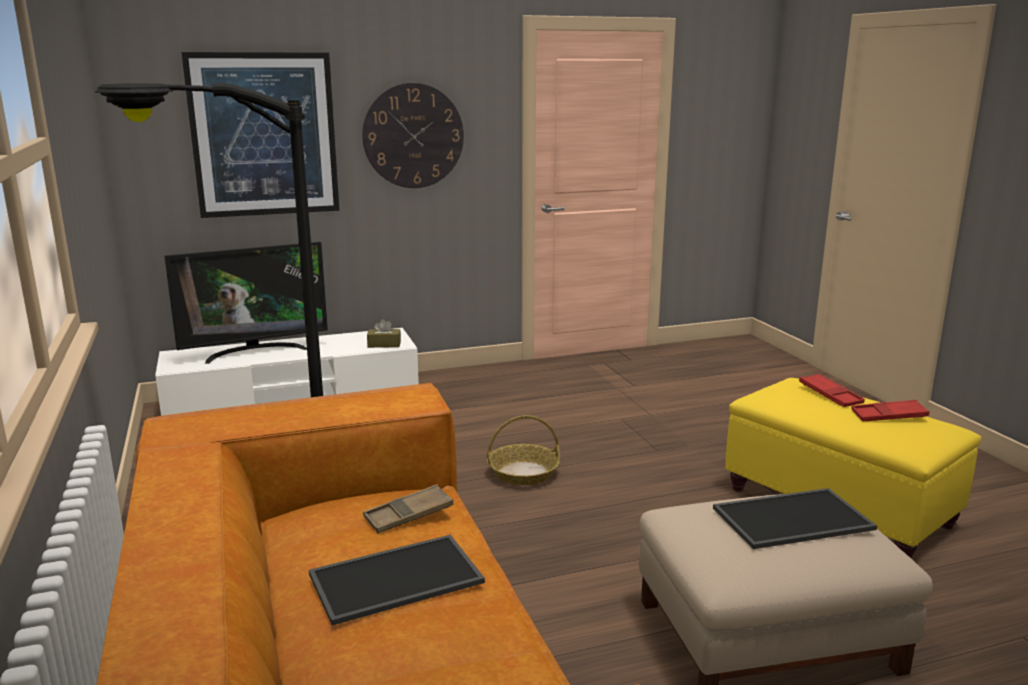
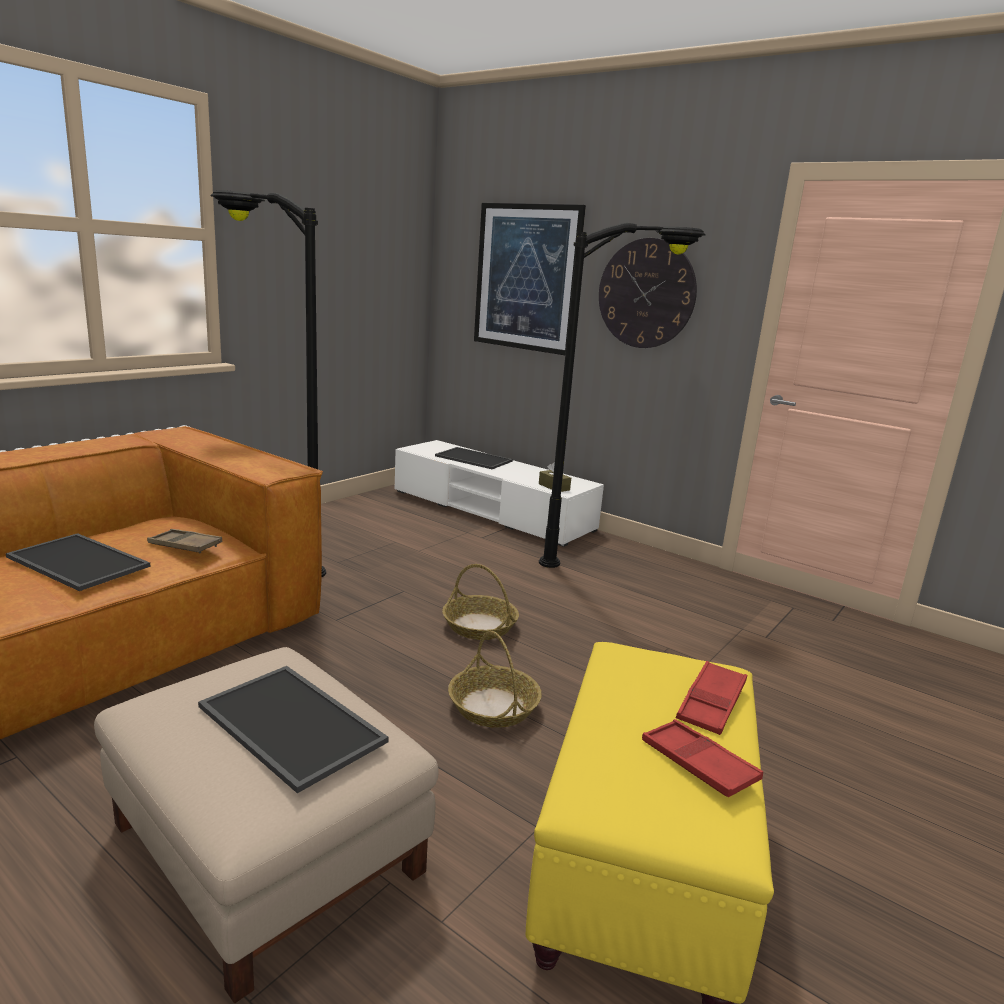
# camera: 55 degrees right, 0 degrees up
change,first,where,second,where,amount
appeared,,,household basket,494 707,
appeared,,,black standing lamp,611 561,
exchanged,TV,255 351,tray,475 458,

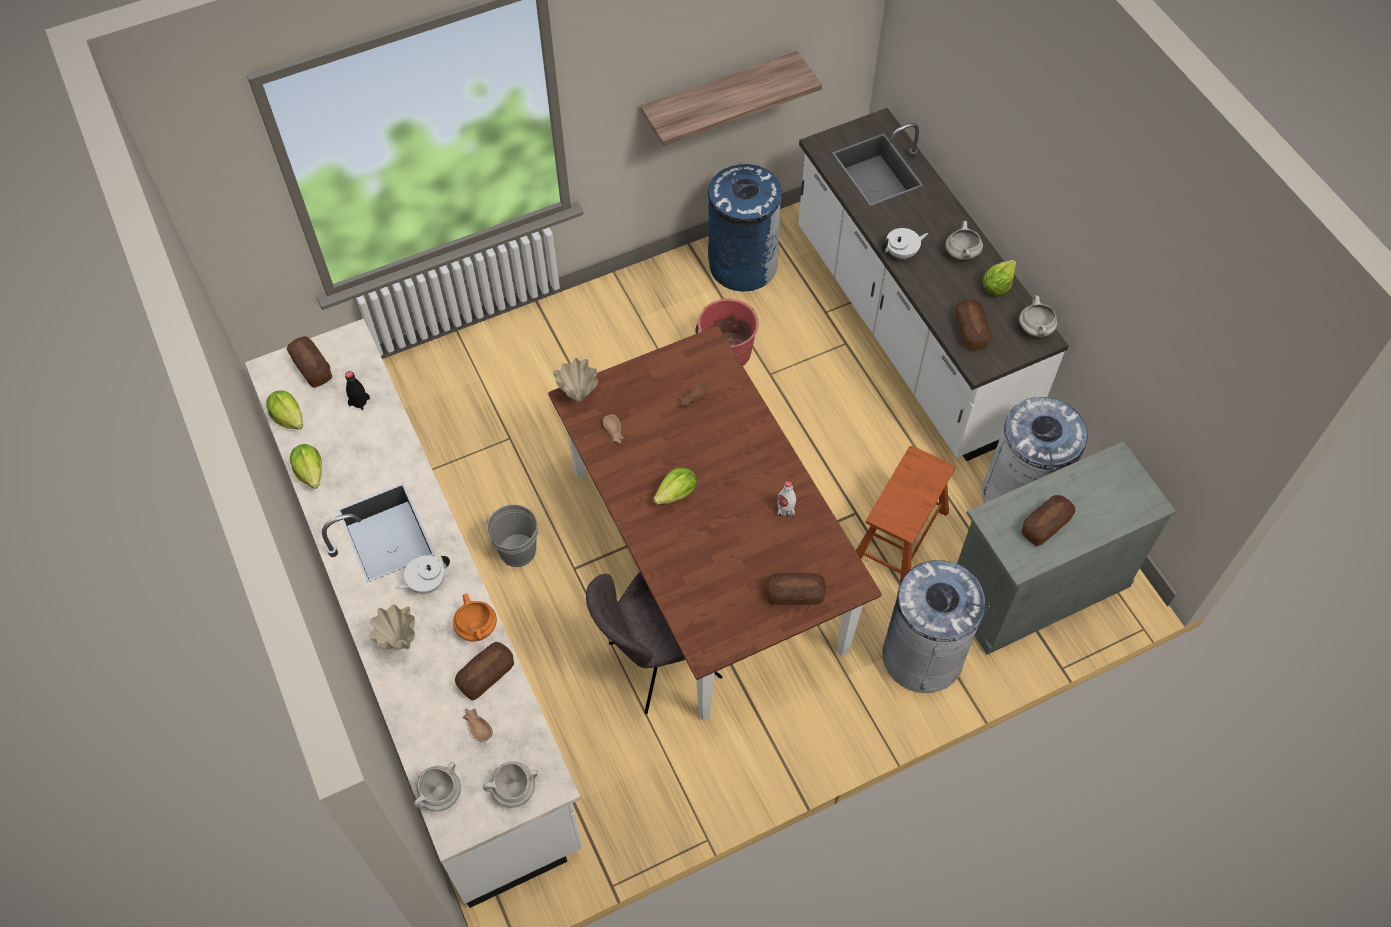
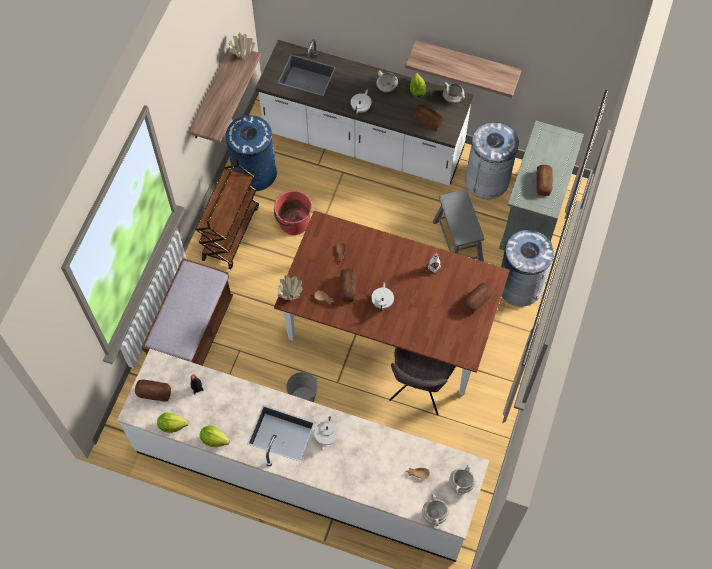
# camera: 45 degrees left, 5 degrees up
change,first,where,second,where,amount
missing,orange cooking pot,477 628,,,
appeared,,,brown indoor bench,193 333,
appeared,,,brown trolley,230 232,
appeared,,,bracket shelf,467 62,
relocated,beige flower vase,400 643,,242 57,
relocated,bread,486 675,,348 288,
exchanged,head of lettuce,676 494,white pot for tea,382 302,
colour,brown stool,900 534,greyish stool,457 240,

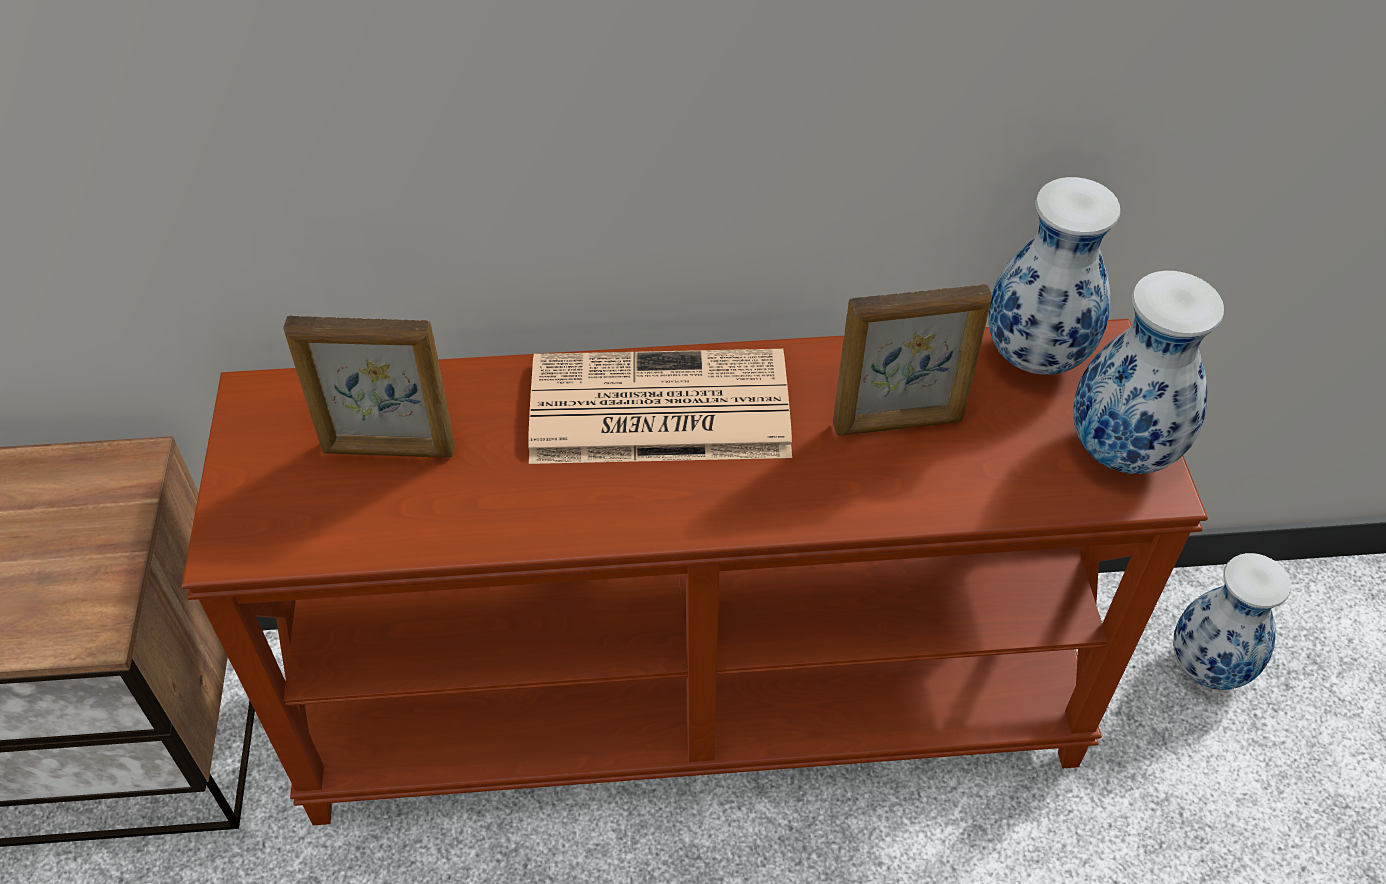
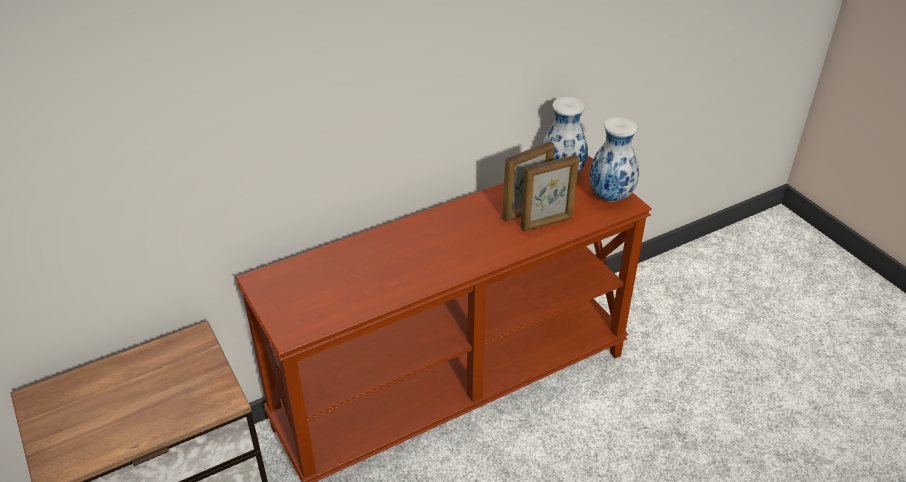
# camera: 25 degrees left, 10 degrees down
change,first,where,second,where,amount
missing,daily paper,655 410,,,
missing,flower vase,1208 669,,,
relocated,picture frame,388 450,,547 223,

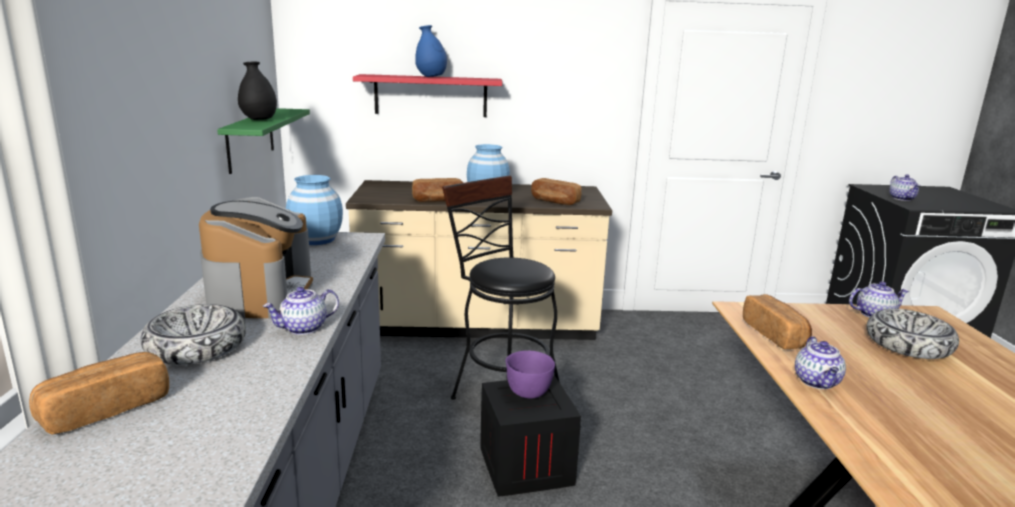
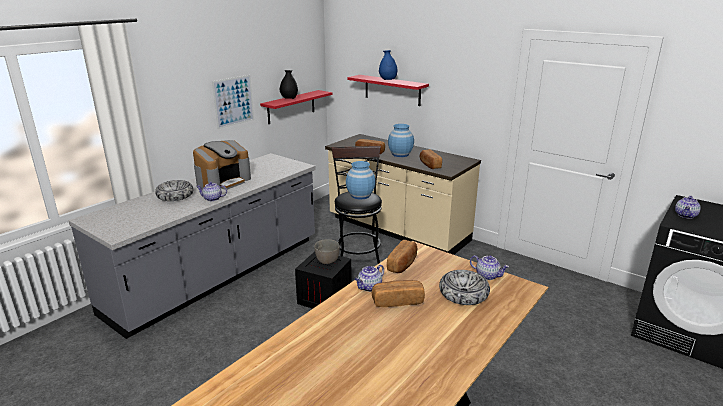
# camera: 40 degrees right, 5 degrees up
change,first,where,second,where,amount
appeared,,,wall picture,233 101,
relocated,bread,105 409,,397 301,
relocated,bluish flower vase,316 239,,360 195,
colour,green bracket shelf,250 139,red bracket shelf,291 107,
colour,purplish deep dish,529 392,greyish deep dish,327 261,

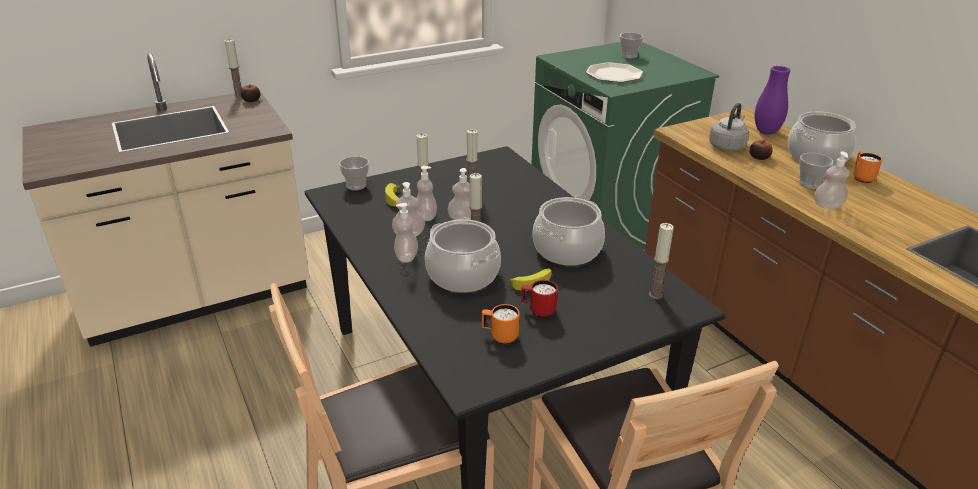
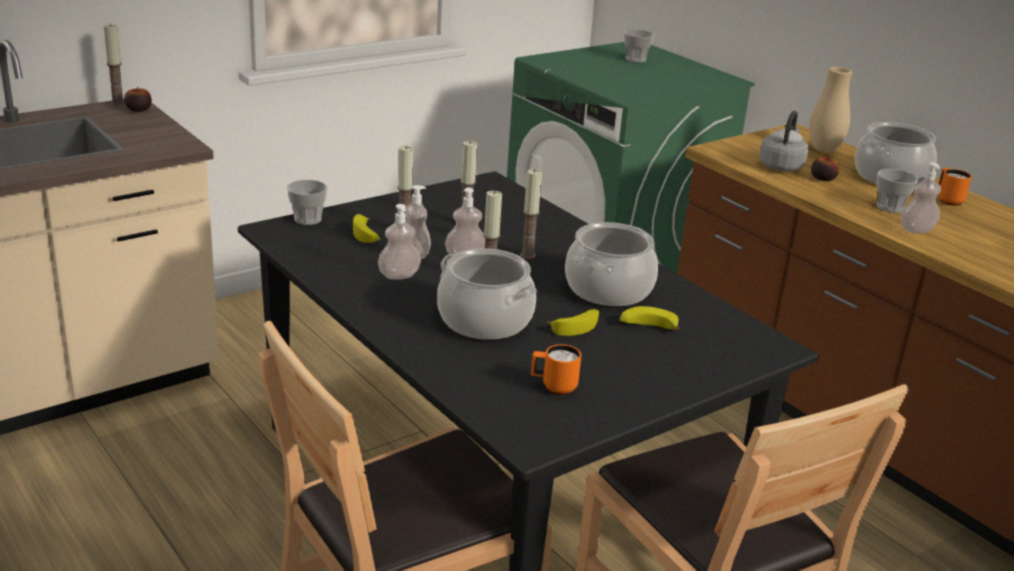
# camera: 10 degrees left, 5 degrees down
change,first,where,second,where,amount
missing,soap dispenser,406 257,,,
missing,red mug,538 311,,,
missing,dinner plate,613 74,,,
appeared,,,banana fruit,647 327,
relocated,wax light,655 295,,527 255,
colour,purplish flower vase,766 132,beige flower vase,824 150,

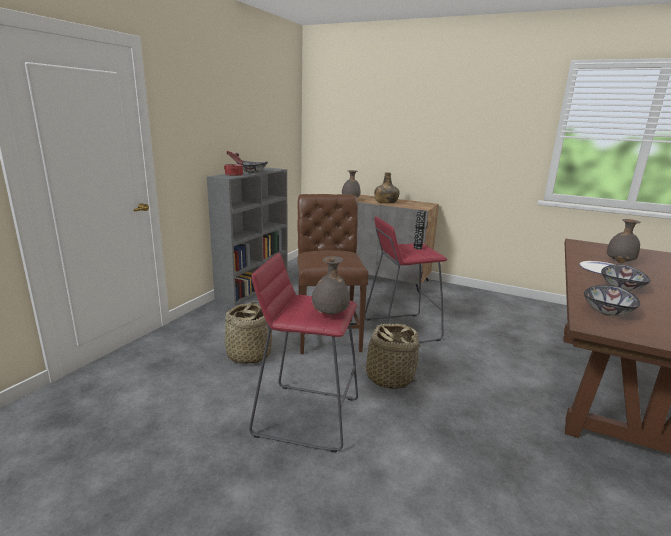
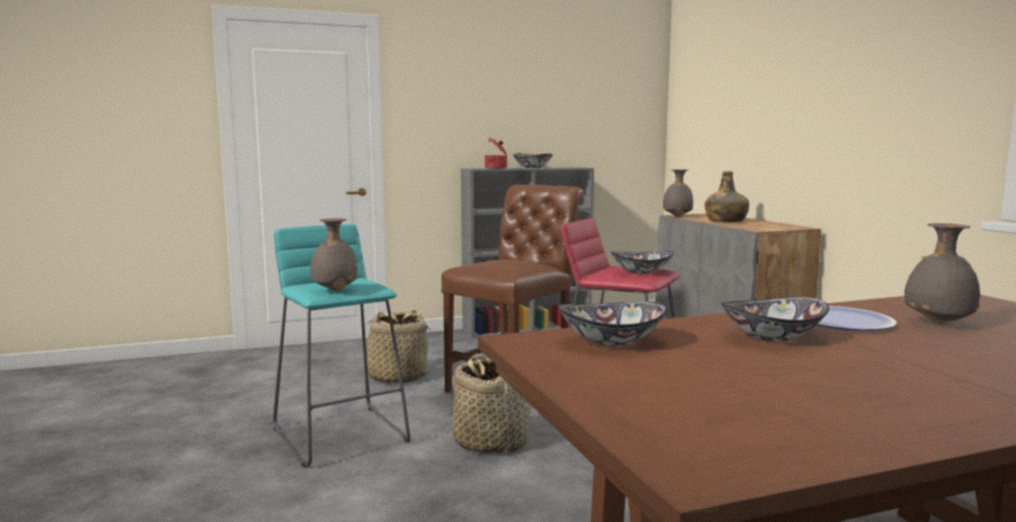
# camera: 45 degrees right, 10 degrees down
change,first,where,second,where,amount
exchanged,flower vase,417 248,deep dish,641 272,
colour,red stool,306 415,turquoise-coloured stool,341 434,

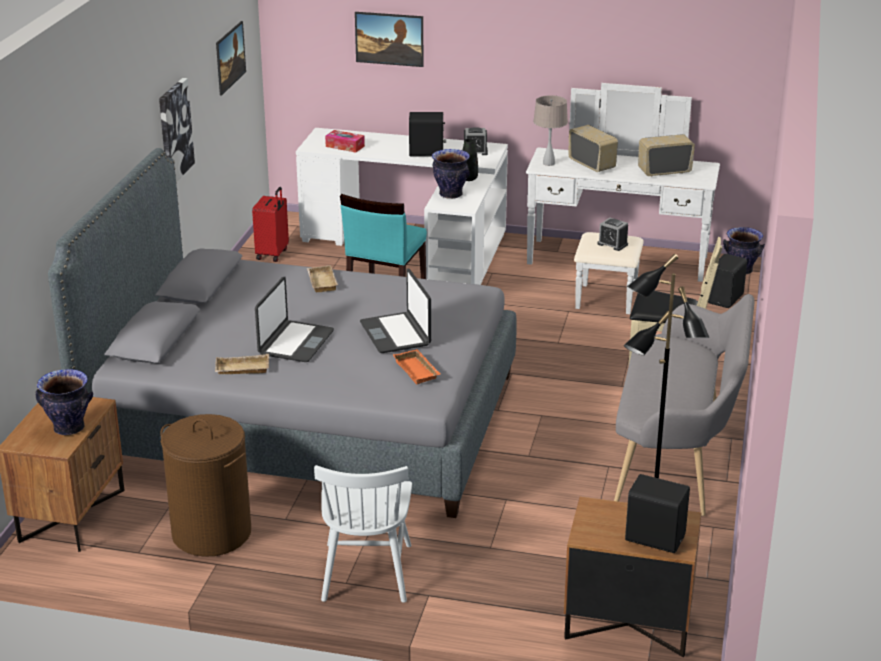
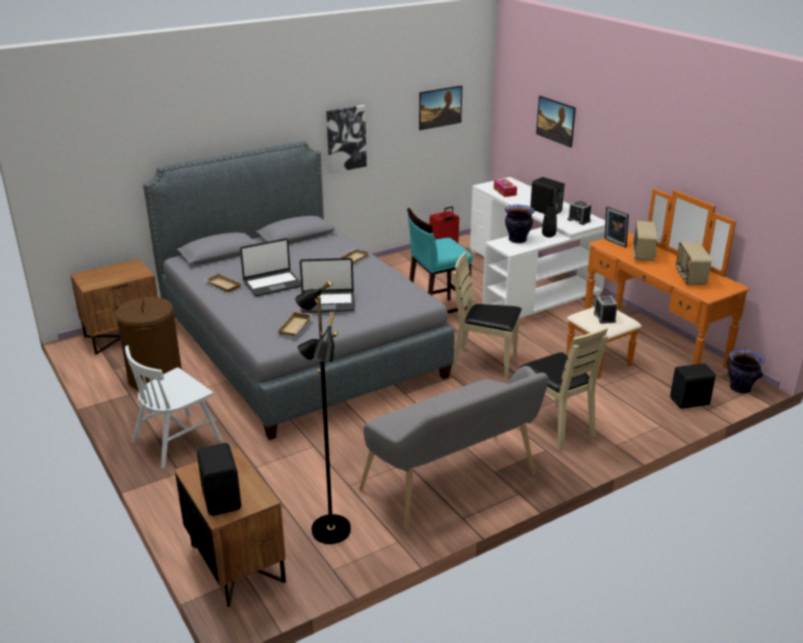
# camera: 45 degrees right, 0 degrees up
change,first,where,second,where,amount
missing,flower vase,69 428,,,
appeared,,,beige upright chair,485 363,
exchanged,beige tabletop lamp,549 163,picture frame,614 243,
colour,orange tray,418 370,beige tray,296 327,
colour,white dresser,615 269,orange dresser,641 346,
spun,notebook computer,396 334,,327 303,120 degrees counterclockwise
spun,radio receiver,664 172,,689 277,120 degrees counterclockwise

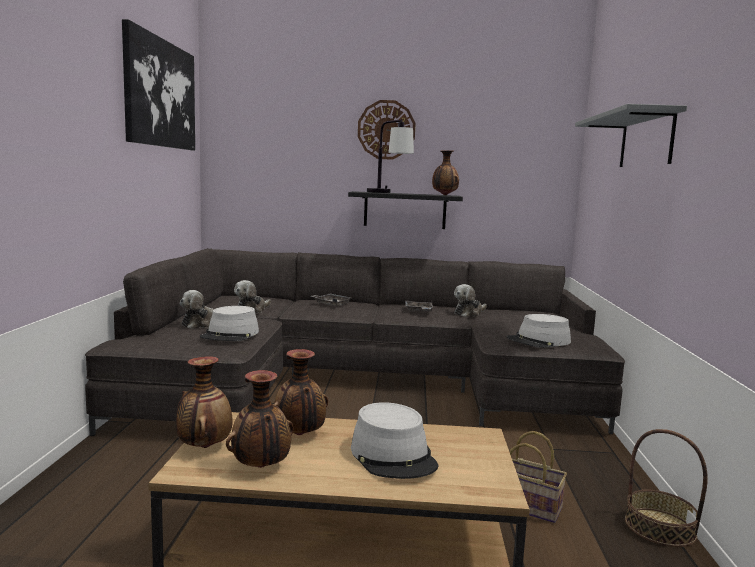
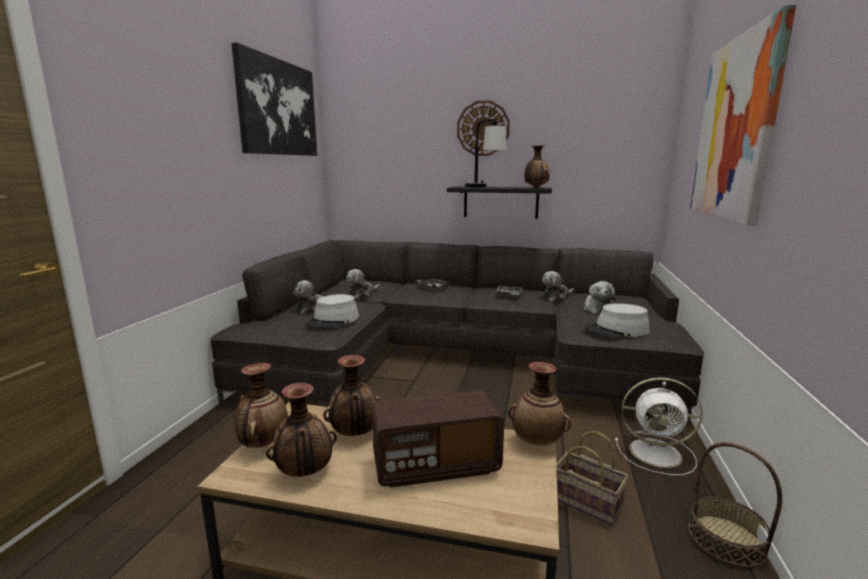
# camera: 10 degrees right, 5 degrees up
change,first,where,second,where,amount
appeared,,,flower vase,537 442,
appeared,,,plush toy,596 309,
appeared,,,white electric fan,657 453,
exchanged,greyish clothing hat,393 456,radio receiver,435 466,
exchanged,greyish bracket shelf,646 141,wall picture,735 128,

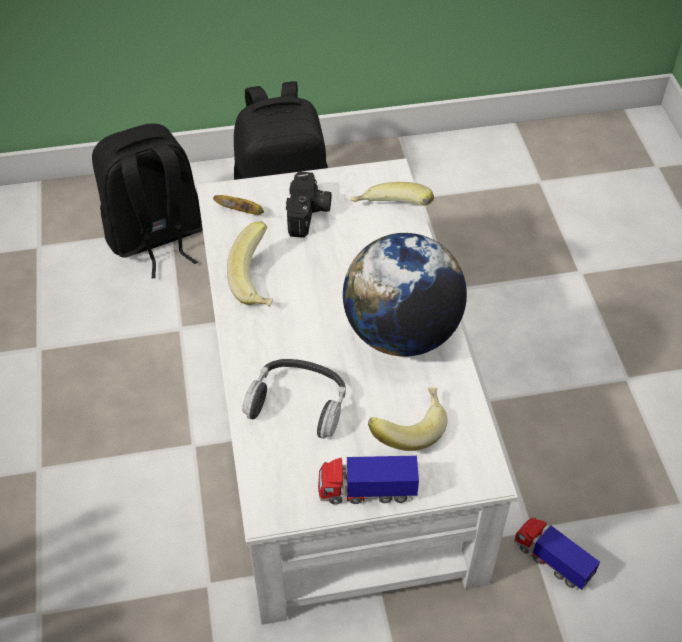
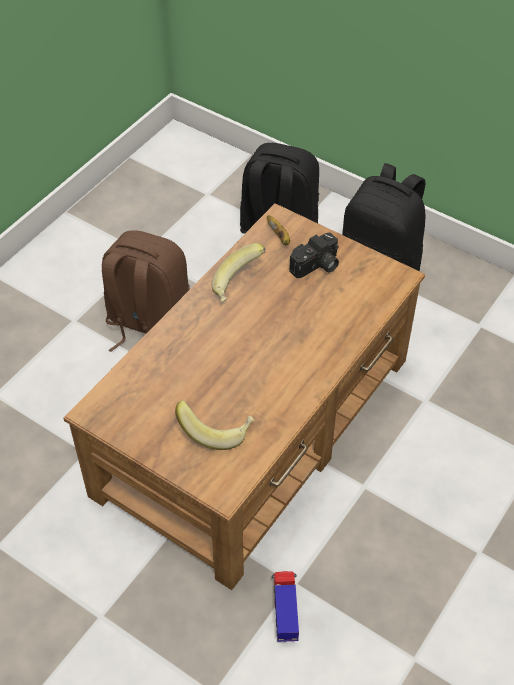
# camera: 45 degrees right, 0 degrees up
change,first,where,second,where,amount
missing,pair of headphones,298 403,,,
missing,toy lorry,366 491,,,
missing,world globe,401 333,,,
missing,banana fruit,391 213,,,
appeared,,,brown knapsack,147 325,
colour,white low table,339 422,brown low table,257 425,

